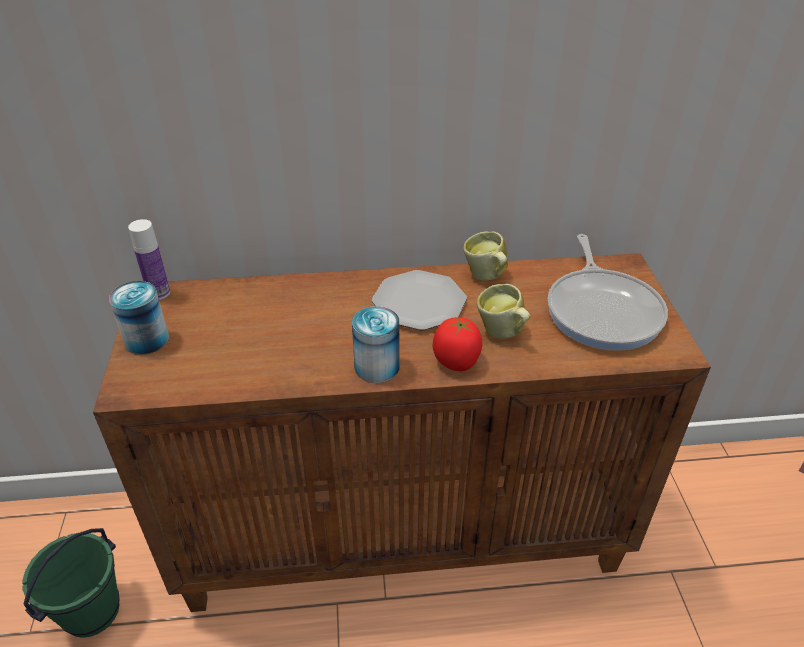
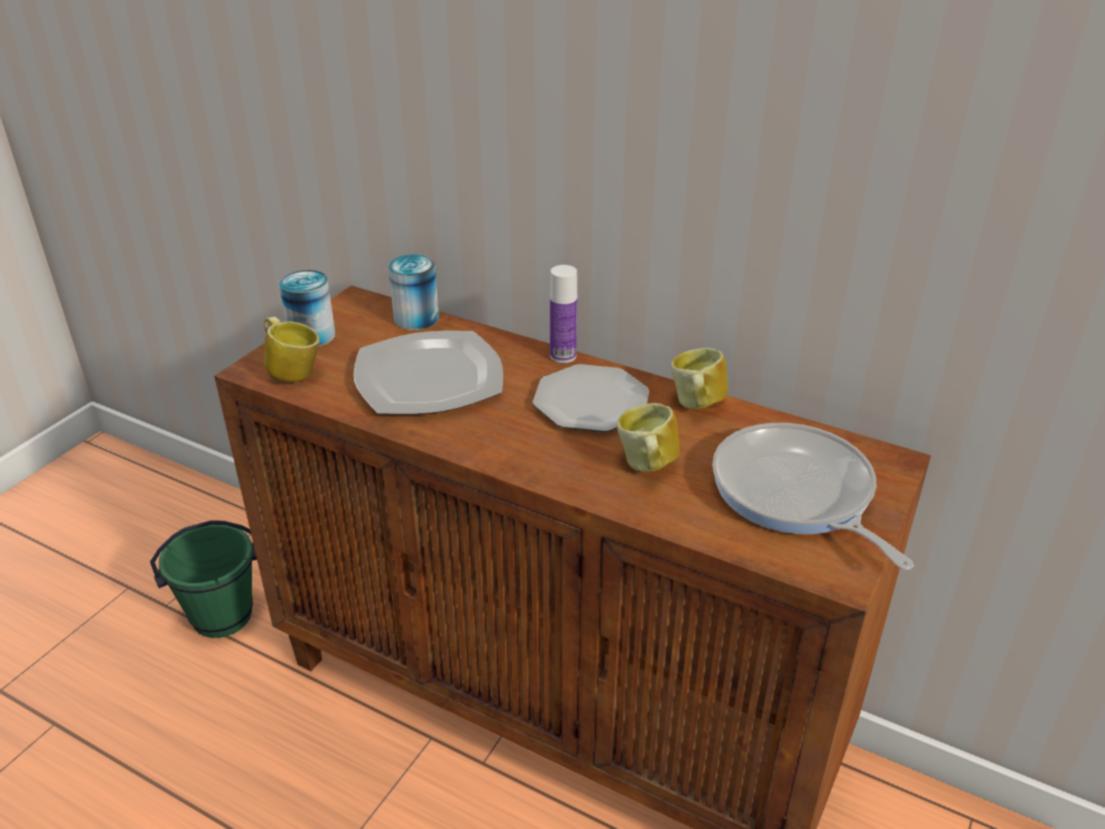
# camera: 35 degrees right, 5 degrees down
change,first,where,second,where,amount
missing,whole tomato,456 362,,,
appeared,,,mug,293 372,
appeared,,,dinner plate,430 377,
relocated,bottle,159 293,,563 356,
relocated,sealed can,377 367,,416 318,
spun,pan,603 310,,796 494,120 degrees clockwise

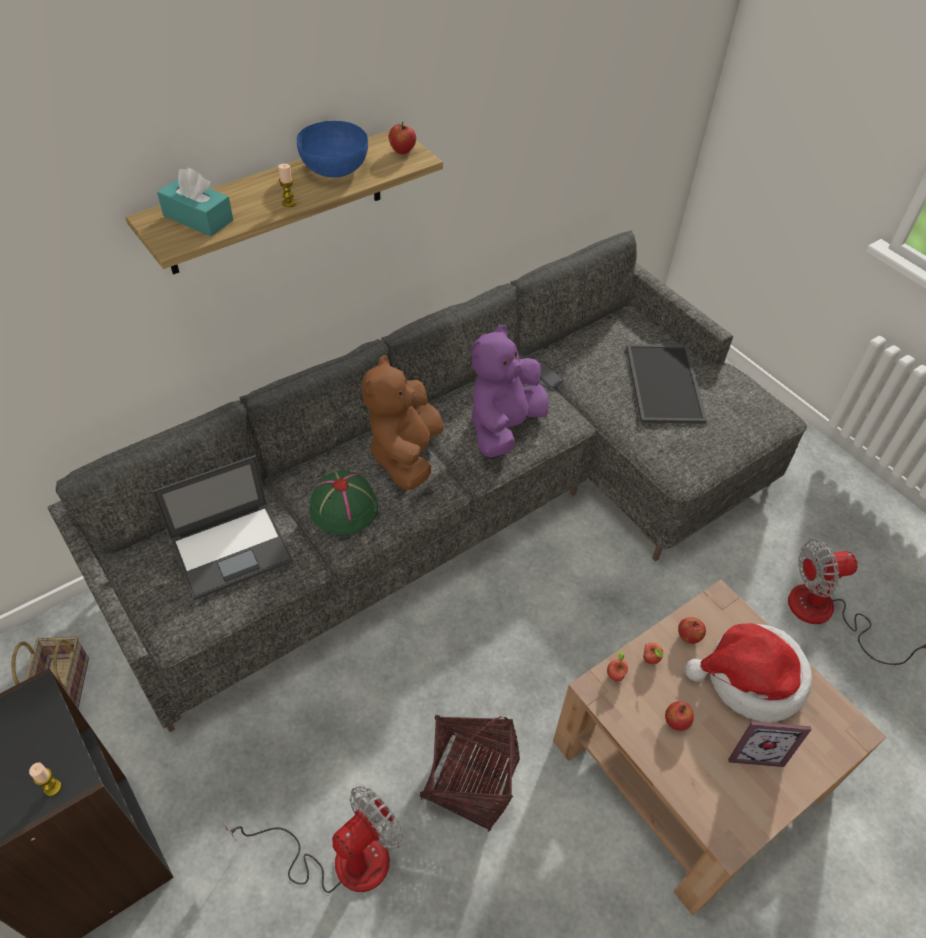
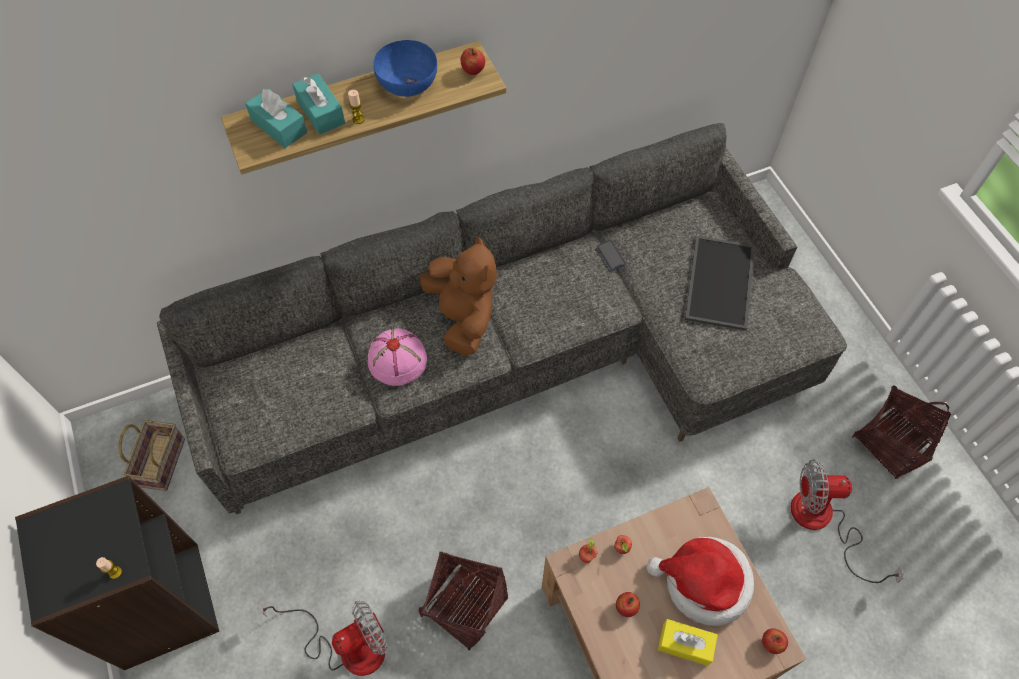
# camera: 15 degrees right, 10 degrees up
change,first,where,second,where,amount
missing,notebook computer,233 549,,,
missing,purplish plush toy,503 426,,,
appeared,,,turquoise-coloured box of tissues,321 112,
appeared,,,household basket,892 442,
relocated,apple,688 637,,771 643,
exchanged,picture frame,754 749,yellowish box of tissues,685 644,
colour,green clothing hat,343 506,pink-coloured clothing hat,397 359,
spun,brown plush toy,405 455,,462 317,135 degrees clockwise

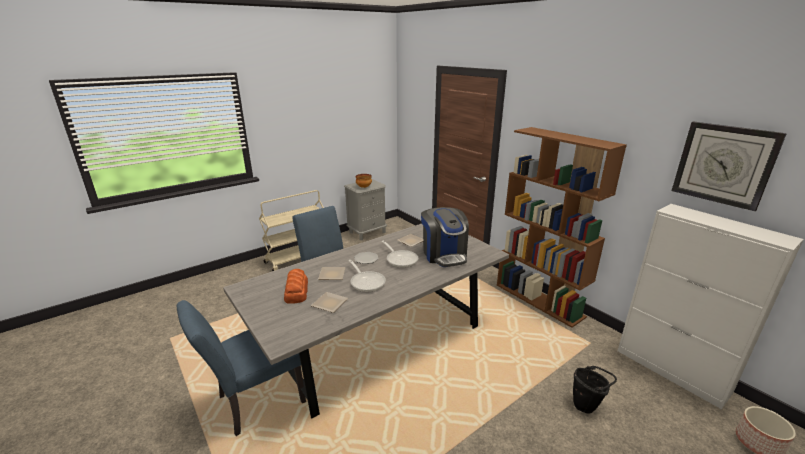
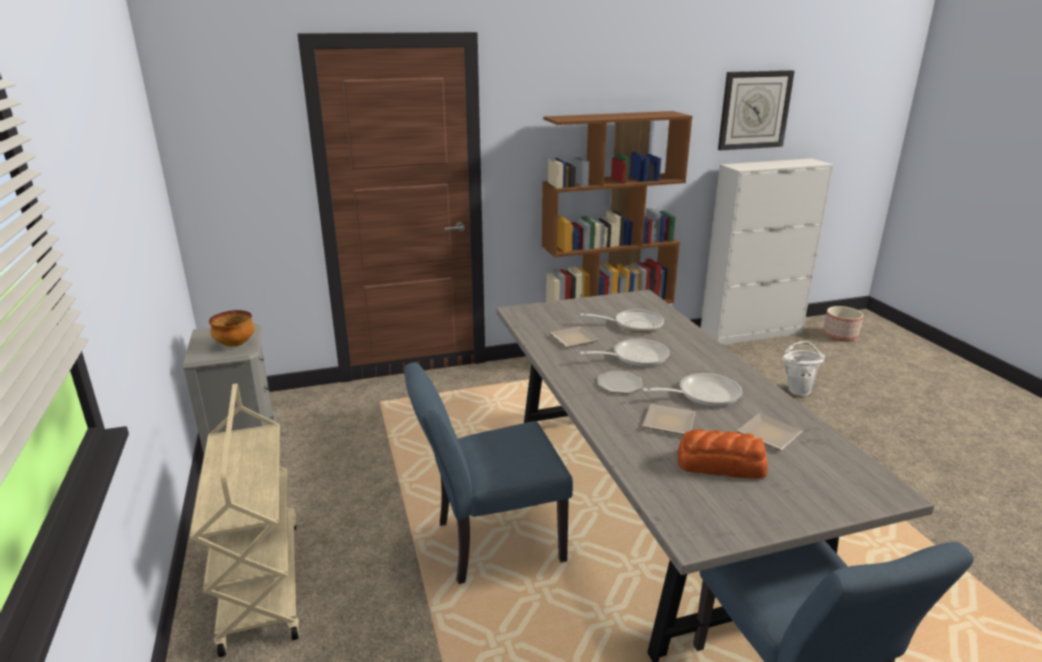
# camera: 70 degrees left, 0 degrees up
change,first,where,second,where,amount
exchanged,coffee maker,444 254,pan,633 325,
colour,black bucket,587 405,white bucket,797 389,

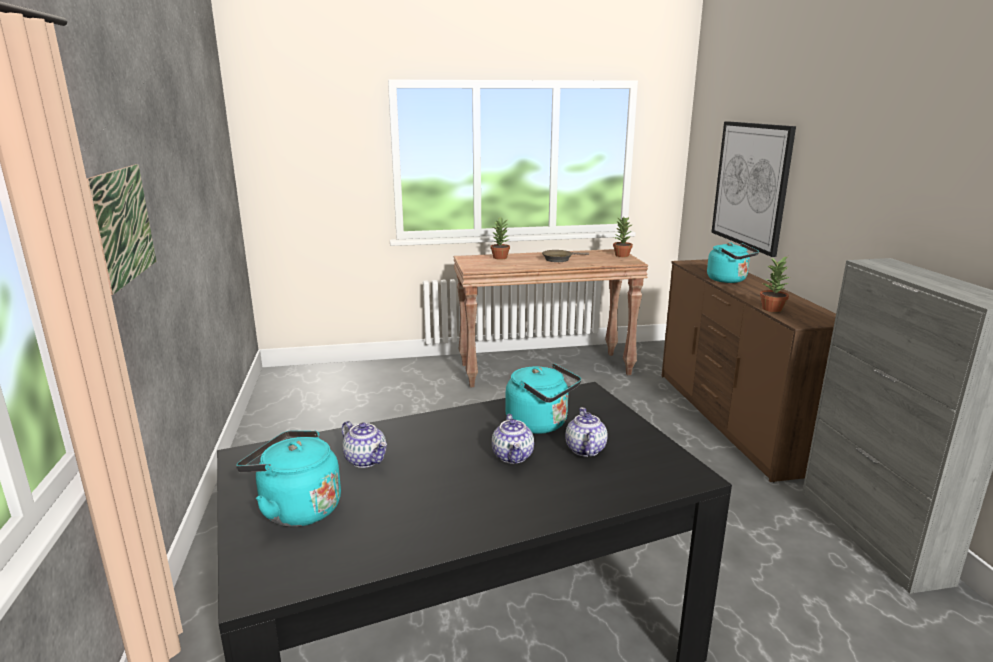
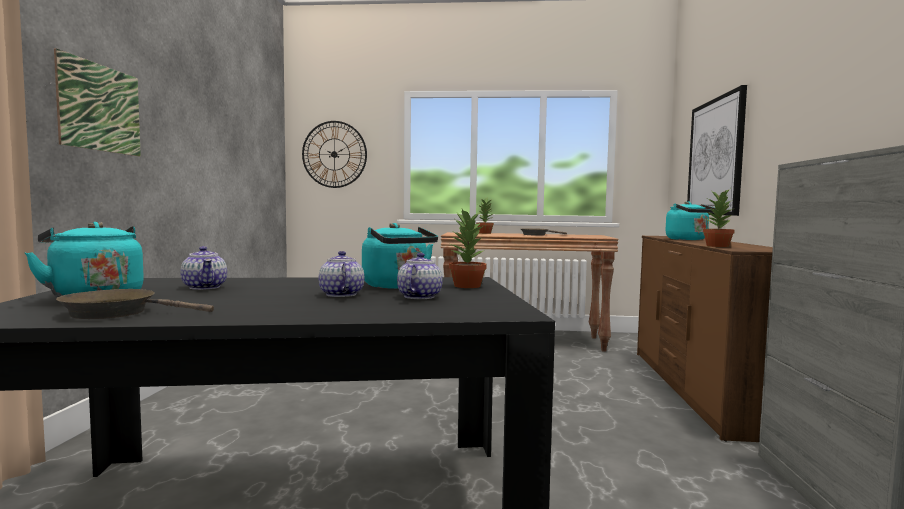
# camera: 15 degrees right, 15 degrees down
change,first,where,second,where,amount
appeared,,,brown pan,117 313,
appeared,,,hanging clock,334 154,
relocated,plant in a pot,621 255,,466 286,
spun,pot for tea,513 456,,340 294,150 degrees clockwise

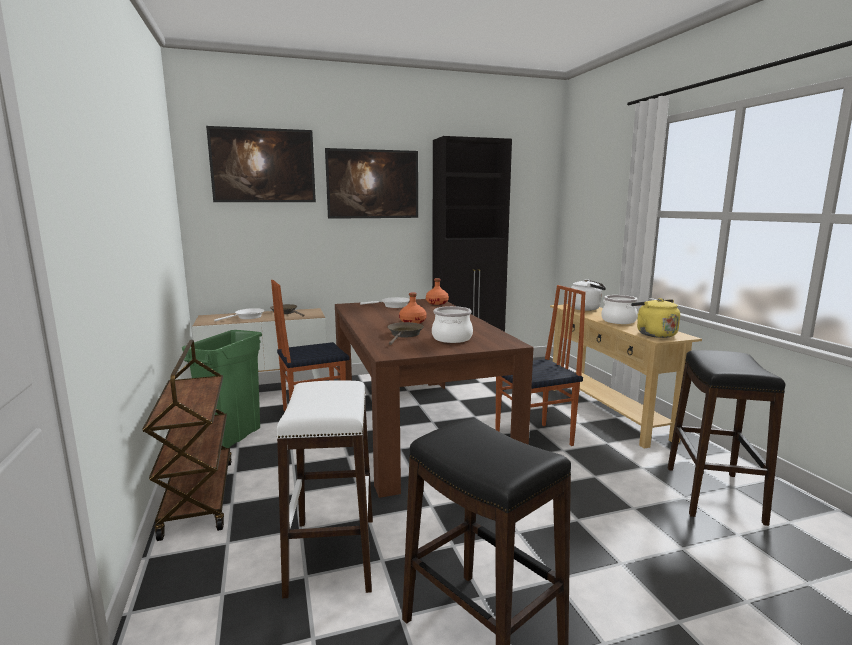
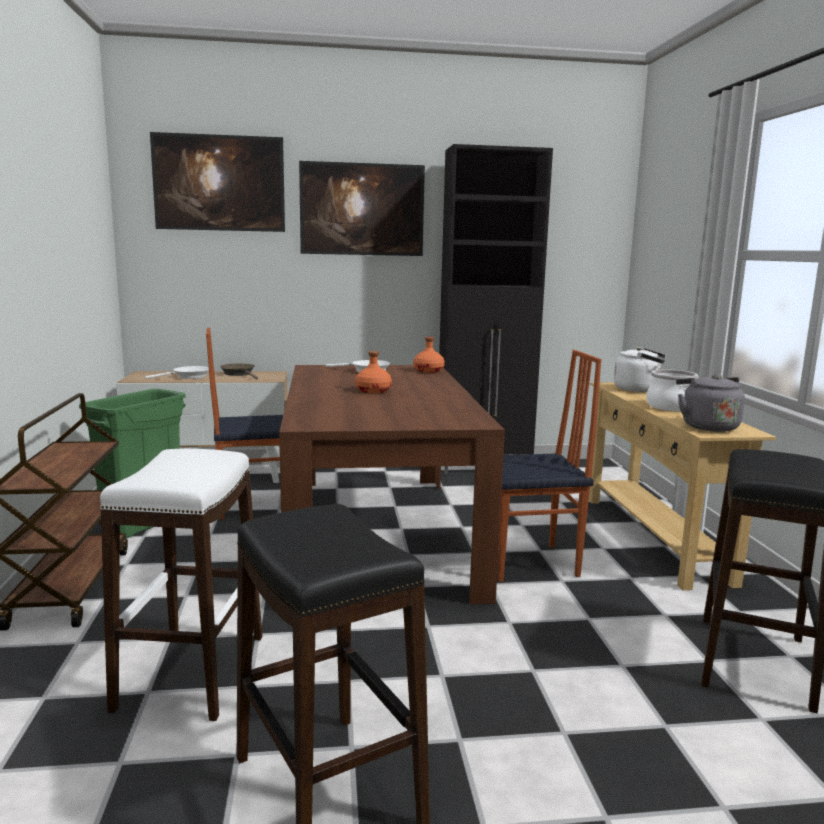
# camera: 10 degrees right, 0 degrees up
change,first,where,second,where,amount
missing,brown pan,404 335,,,
missing,cooking pot,451 338,,,
colour,yellowish water kettle,653 334,greyish water kettle,706 426,

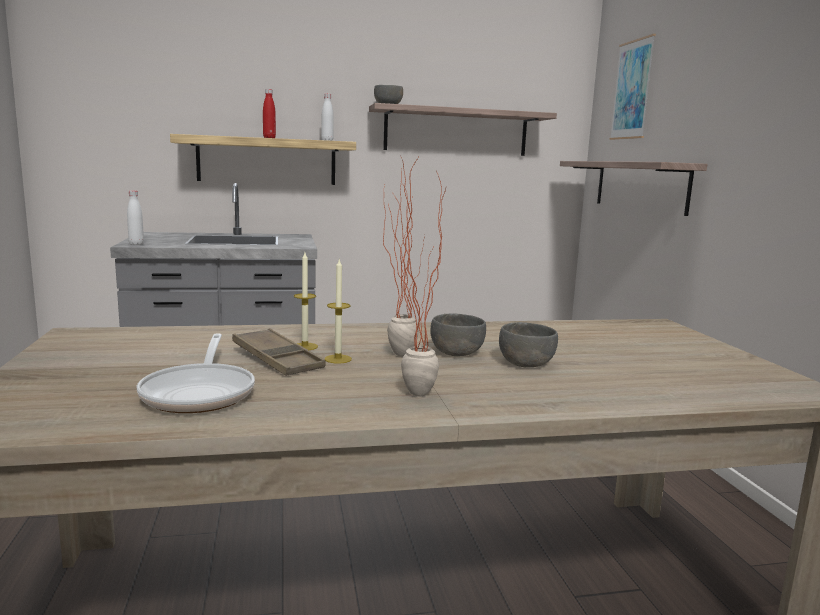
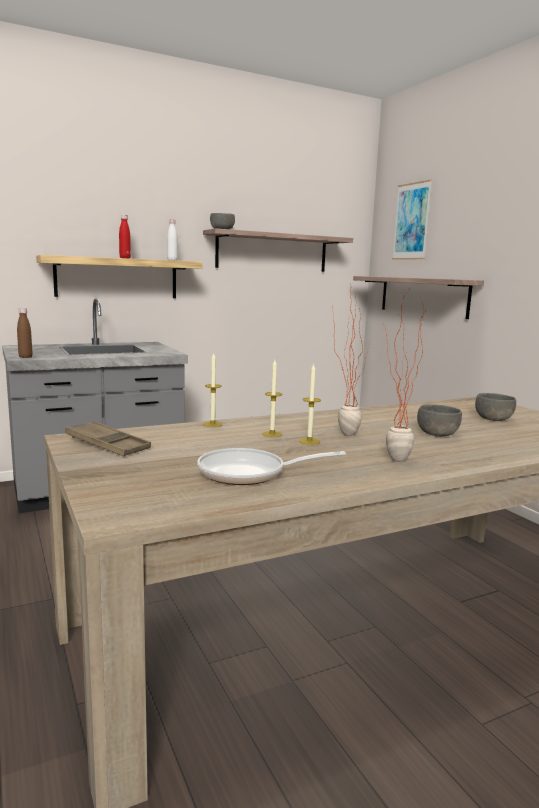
# camera: 15 degrees left, 0 degrees up
change,first,where,second,where,amount
appeared,,,wax light,212 424,
relocated,brown tray,277 359,,107 445,
relocated,greyish deep dish,456 352,,493 419,
colour,white bottle,136 244,brown bottle,25 357,
spun,pan,200 392,,249 473,105 degrees clockwise

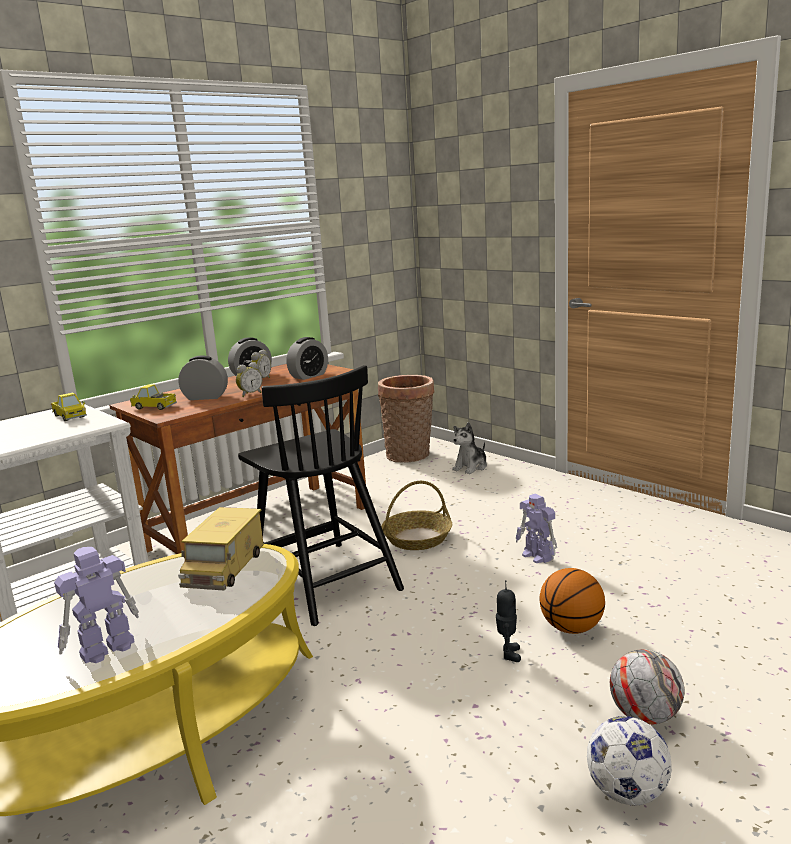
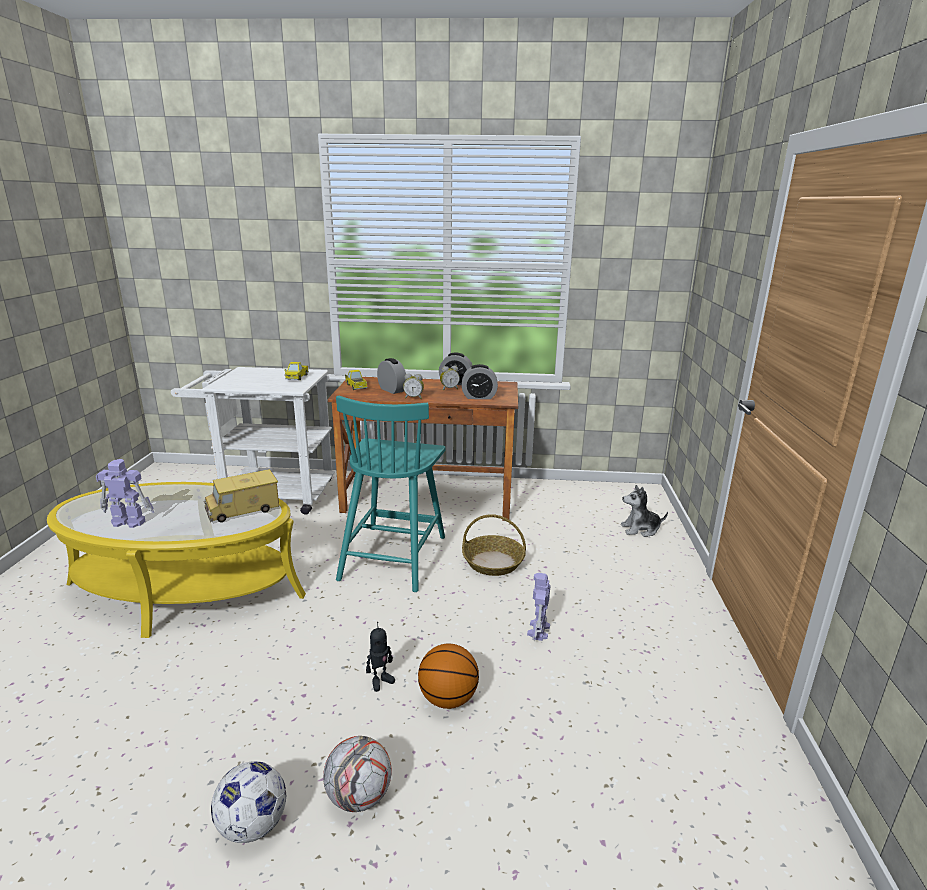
# camera: 45 degrees right, 5 degrees up
change,first,where,second,where,amount
missing,household basket,410 456,,,
colour,black upright chair,325 580,turquoise-coloured upright chair,393 556,

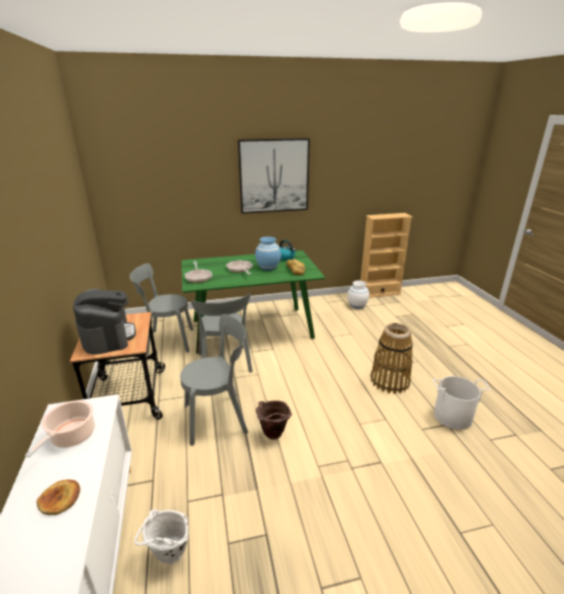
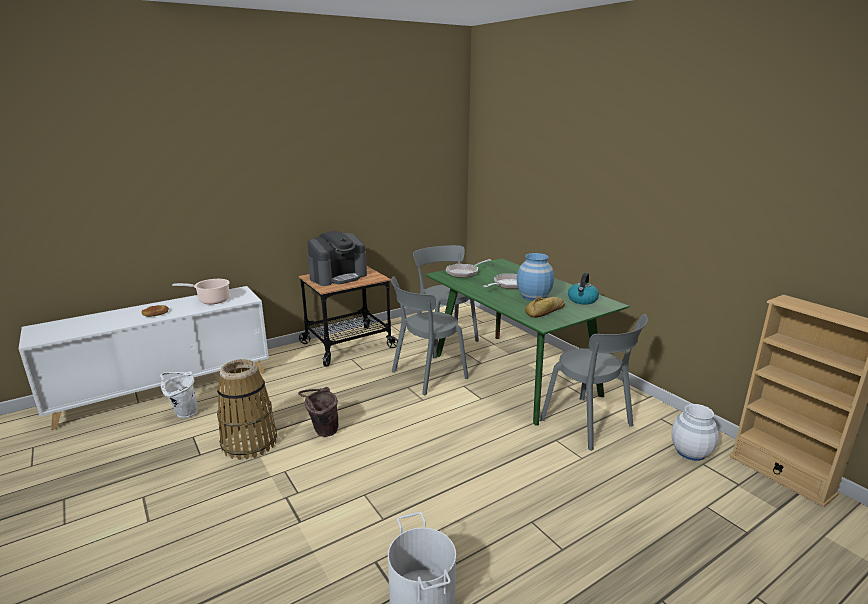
# camera: 70 degrees right, 5 degrees down
change,first,where,second,where,amount
missing,wall picture,274 176,,,
relocated,greyish upright chair,219 417,,589 424,
relocated,household basket,390 381,,249 443,

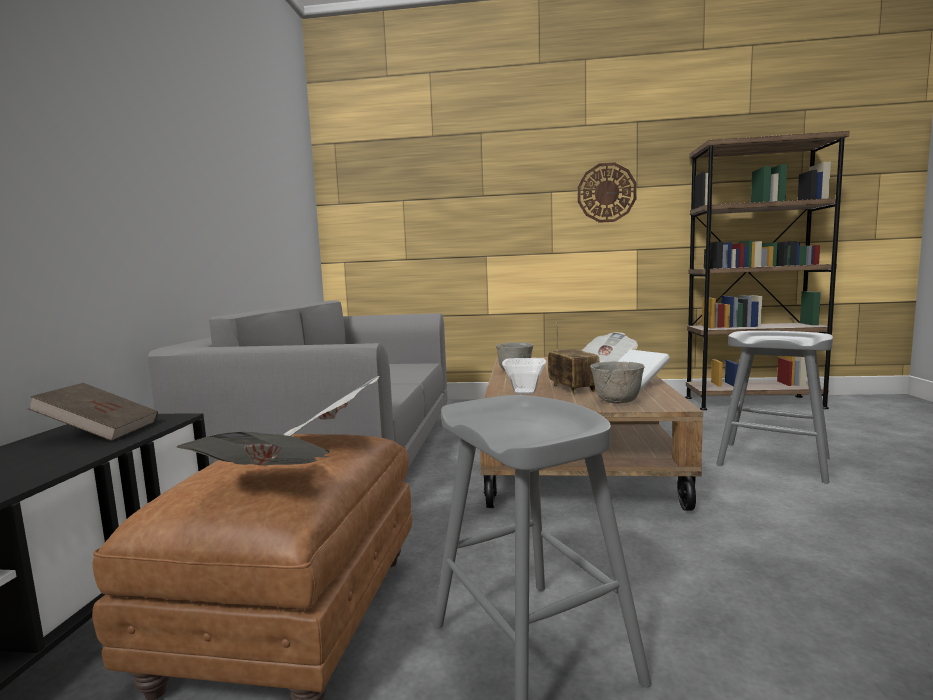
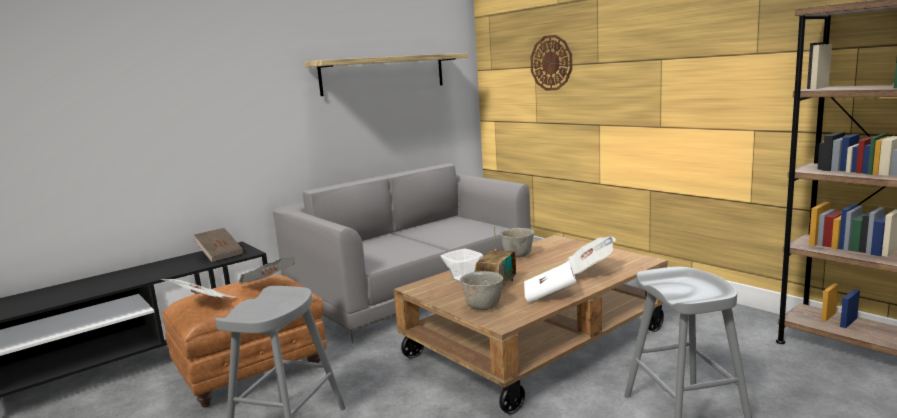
# camera: 45 degrees right, 5 degrees up
change,first,where,second,where,amount
appeared,,,bracket shelf,384 74,
relocated,hanging clock,606 193,,551 63,

